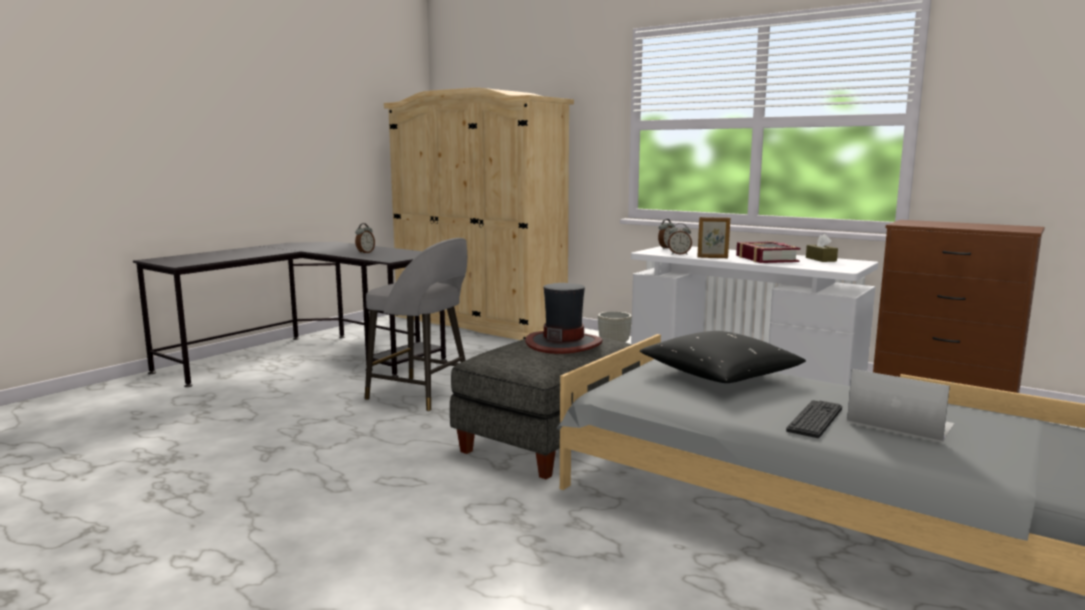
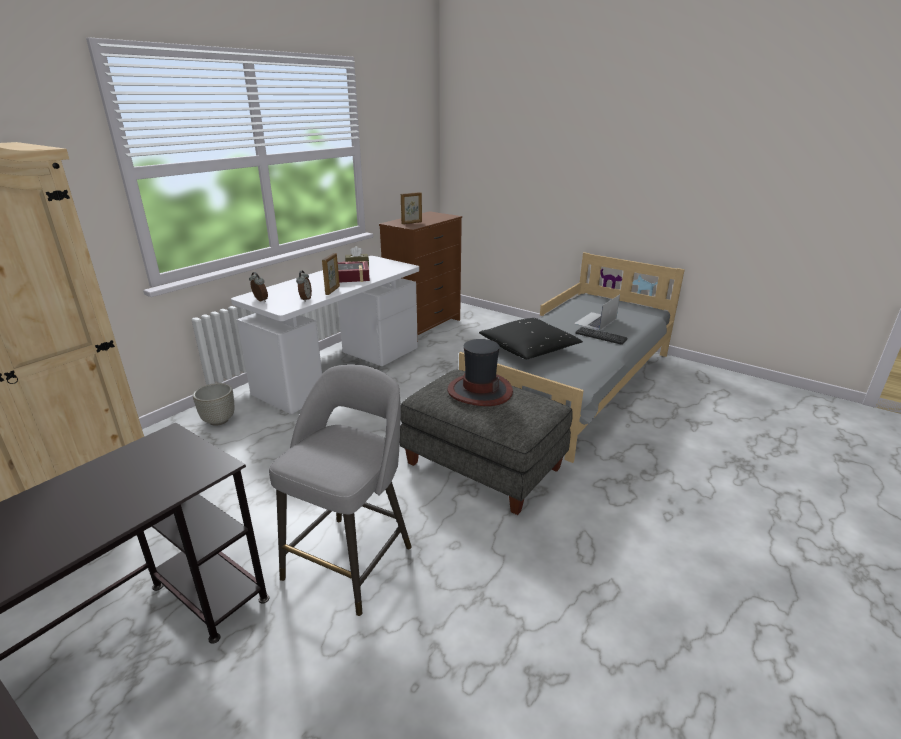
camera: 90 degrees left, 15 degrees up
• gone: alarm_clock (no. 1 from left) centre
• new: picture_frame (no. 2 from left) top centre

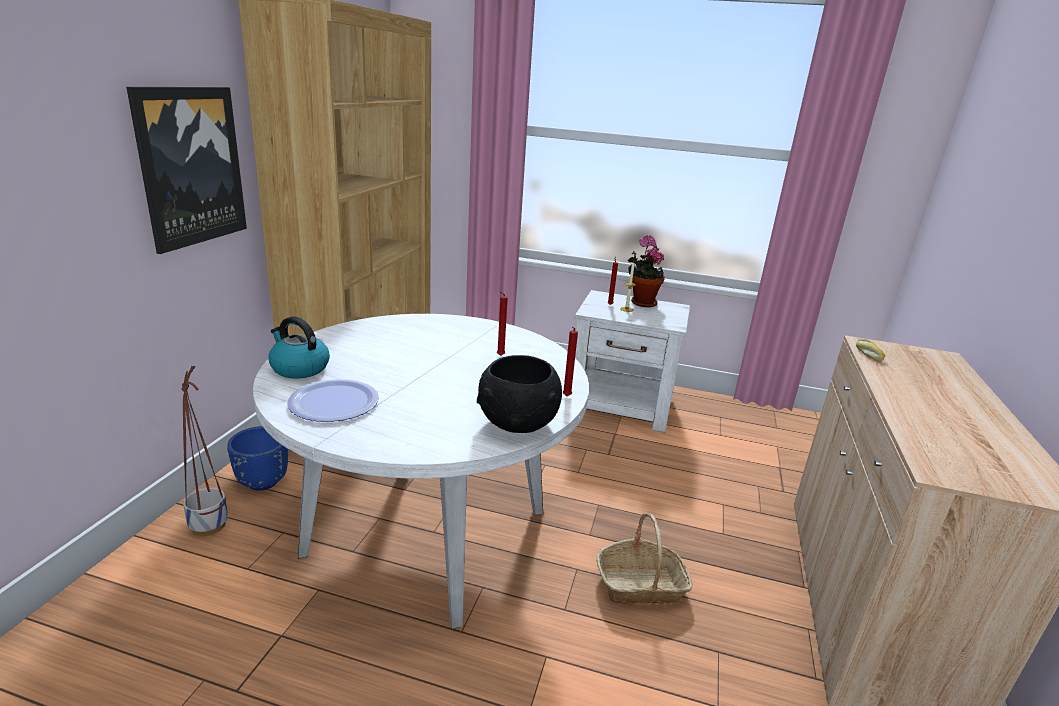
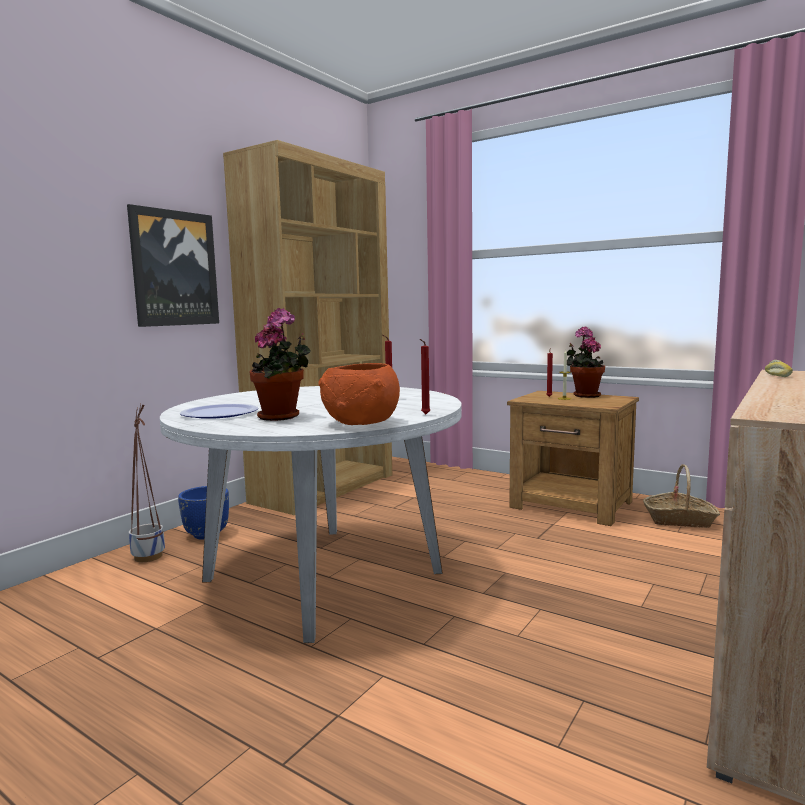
camera: 20 degrees right, 15 degrees down
• gone: kettle middle left
• repainted: black_bowl centre to orange_bowl centre
• repainted: white_nightstand centre to brown_nightstand middle right
• shifted: basket bottom centre to middle right
• new: potted_plant (no. 1 from left) centre

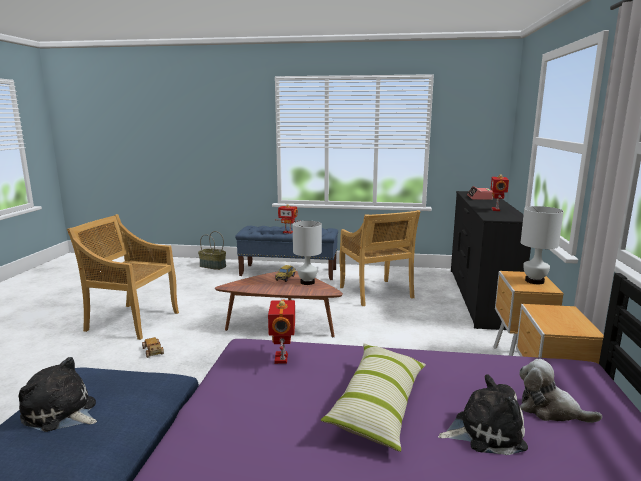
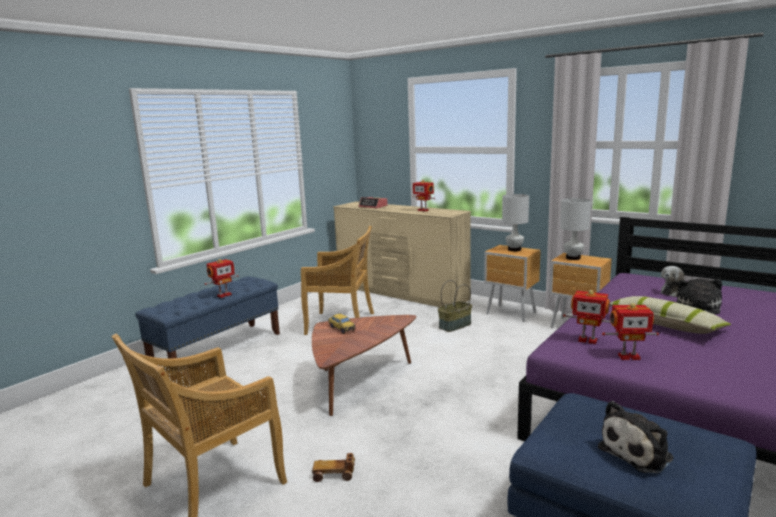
camera: 60 degrees left, 0 degrees up
• shifted: basket middle left to centre
• shifted: white_table_lamp (no. 1 from left in the first image) centre to white_table_lamp (no. 2 from left) middle right
• repainted: black_dresser middle right to beige_dresser centre
• new: toy_robot (no. 4 from left) middle right

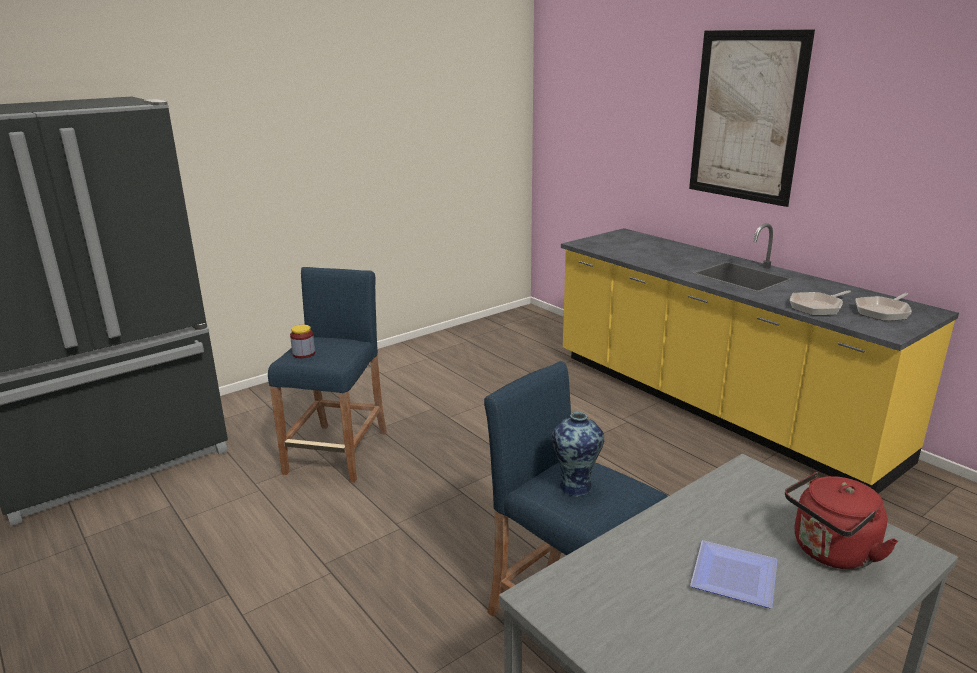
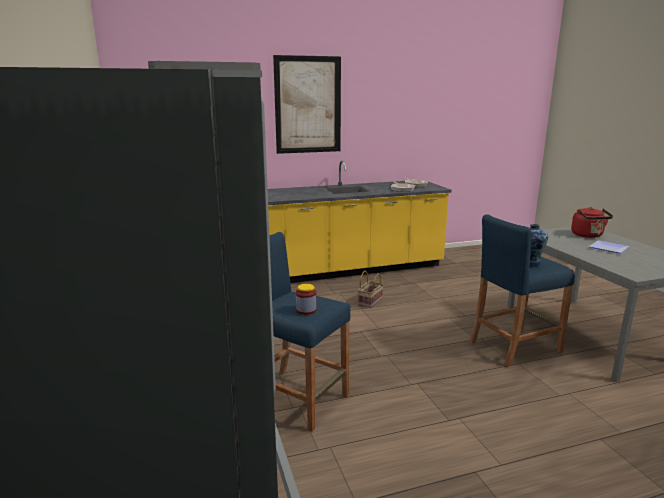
camera: 70 degrees left, 5 degrees down
• new: basket centre

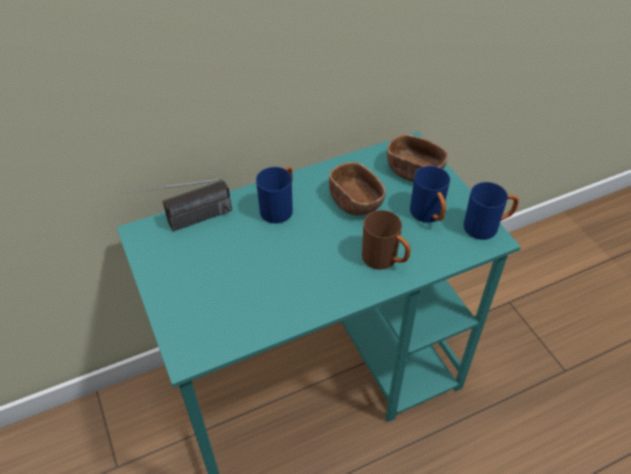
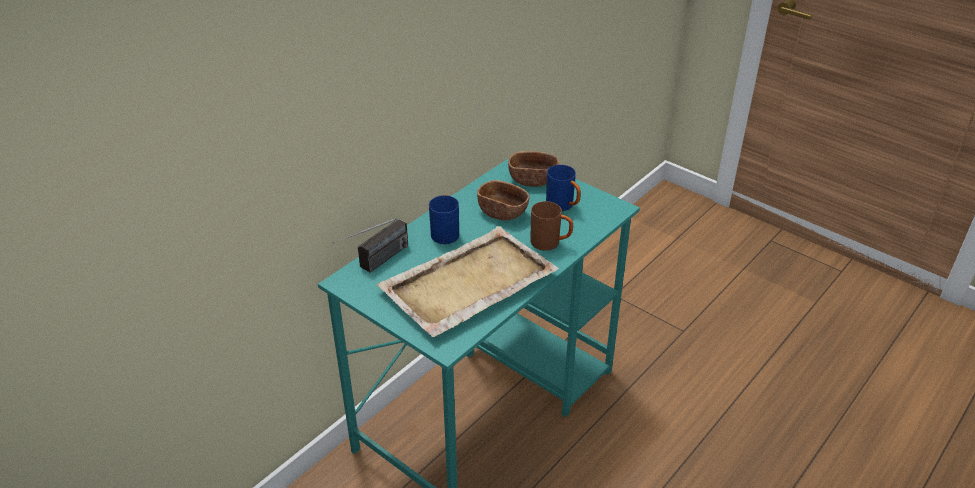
camera: 25 degrees left, 10 degrees down
• gone: blue_mug (no. 3 from left) middle right
• new: beige_tray centre

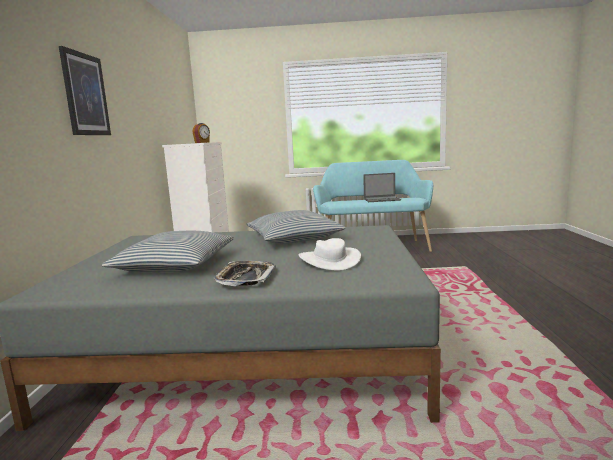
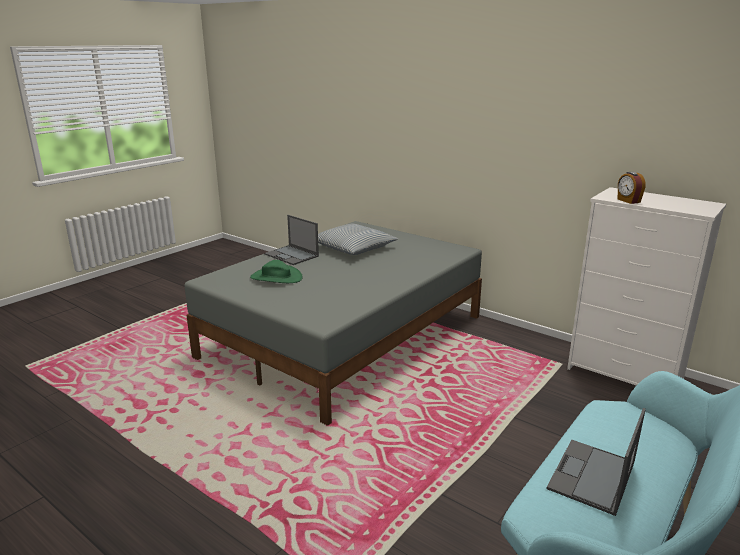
camera: 125 degrees right, 10 degrees up
• gone: picture top left
• swapped: tray centre to laptop (no. 1 from left) centre
• gone: pillow (no. 2 from left) centre
• repainted: white_hat centre to green_hat centre

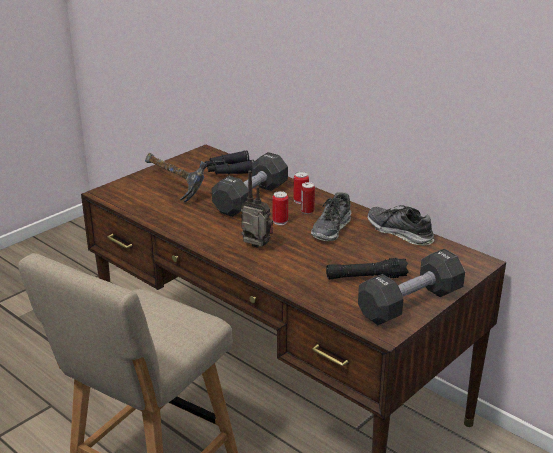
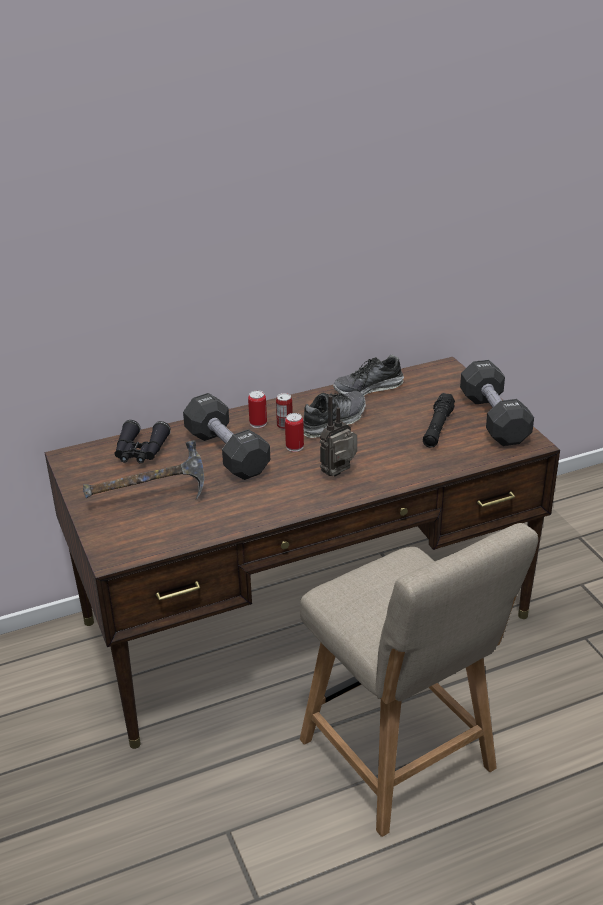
camera: 65 degrees left, 5 degrees up
• rotated: shoe (no. 1 from left) centre = centre 90 degrees counterclockwise

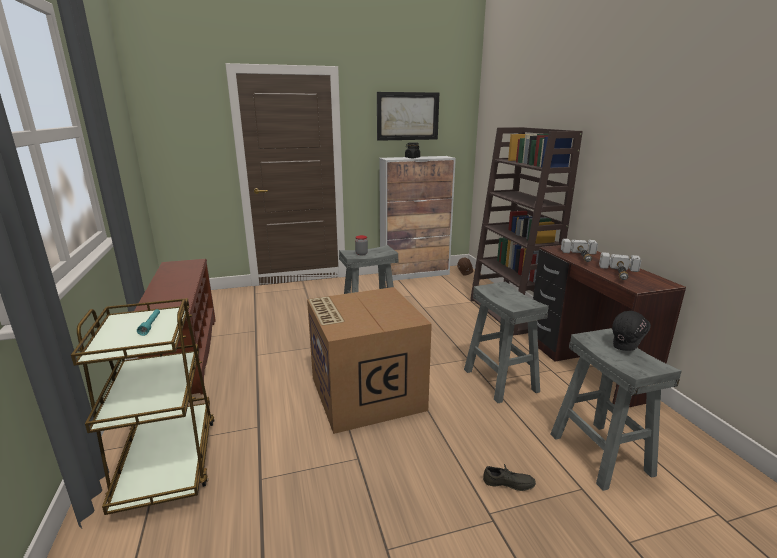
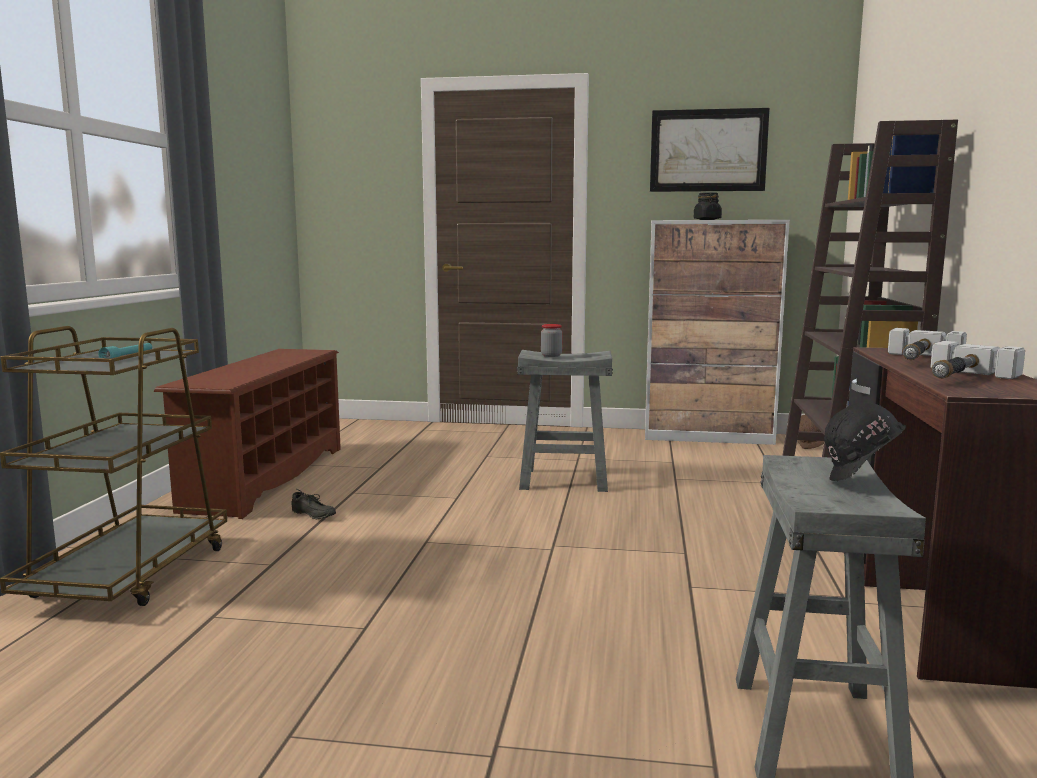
camera: 25 degrees right, 10 degrees down
• gone: cardboard_box centre
• gone: grey_stool (no. 2 from left) centre
• shifted: grey_shoe bottom centre to middle left

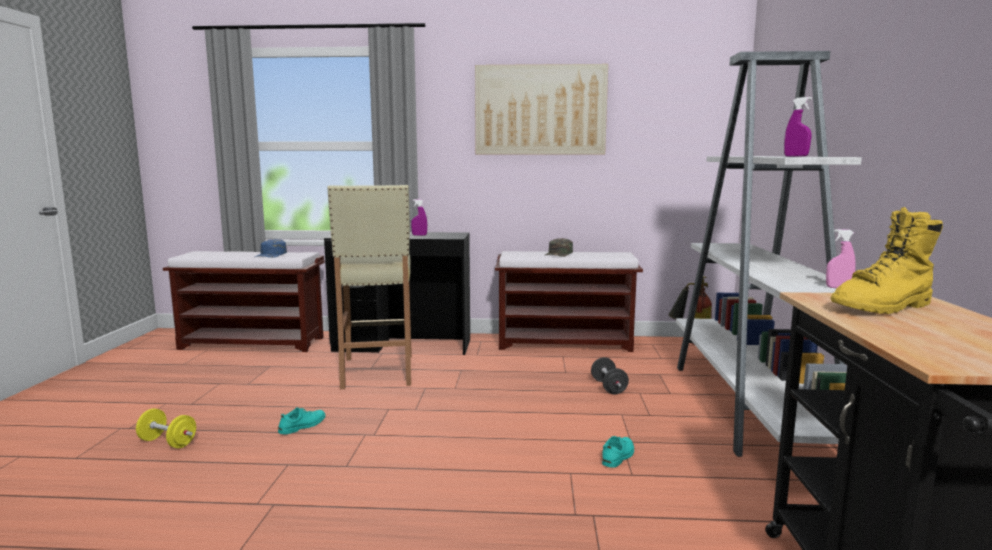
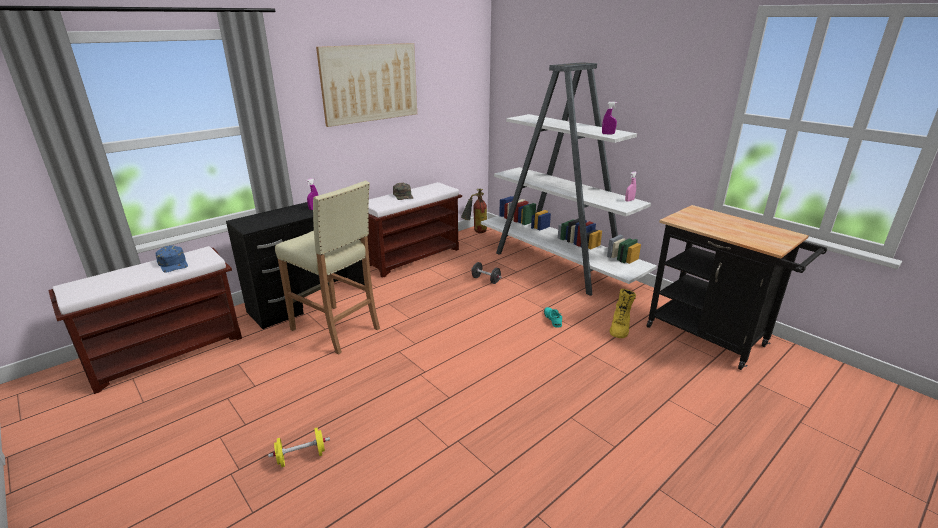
camera: 45 degrees left, 15 degrees up
• gone: turquoise_shoe (no. 1 from left) bottom left
• shifted: yellow_boot middle right to centre

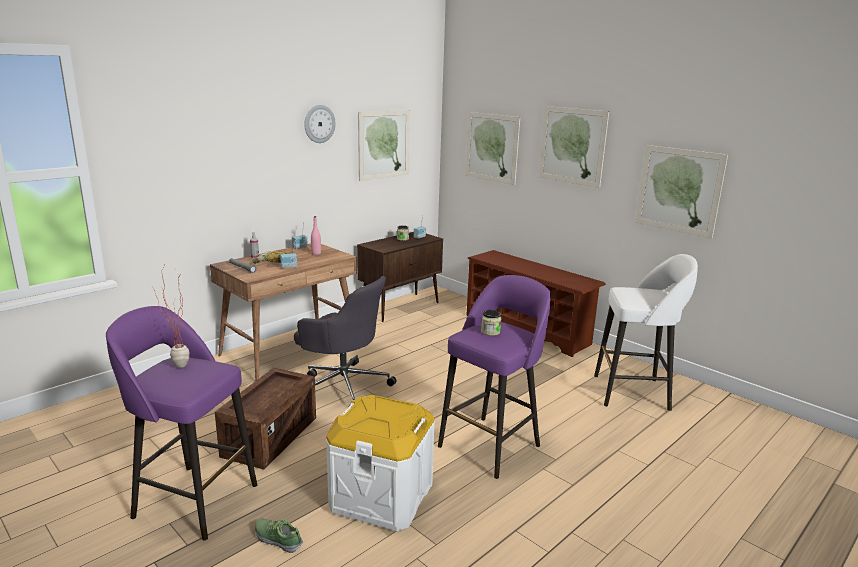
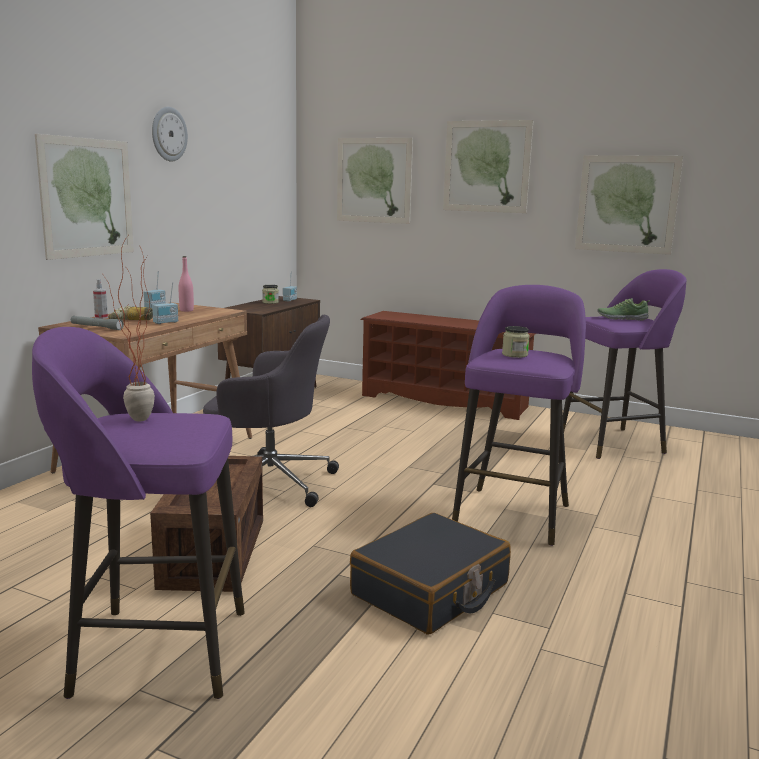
camera: 20 degrees left, 5 degrees down
• shifted: shoe bottom left to middle right
• swapped: white_storage_box bottom centre to black_suitcase bottom centre
• shifted: picture (no. 1 from left) top centre to top left
• repainted: white_stool middle right to purple_stool (no. 3 from left) middle right

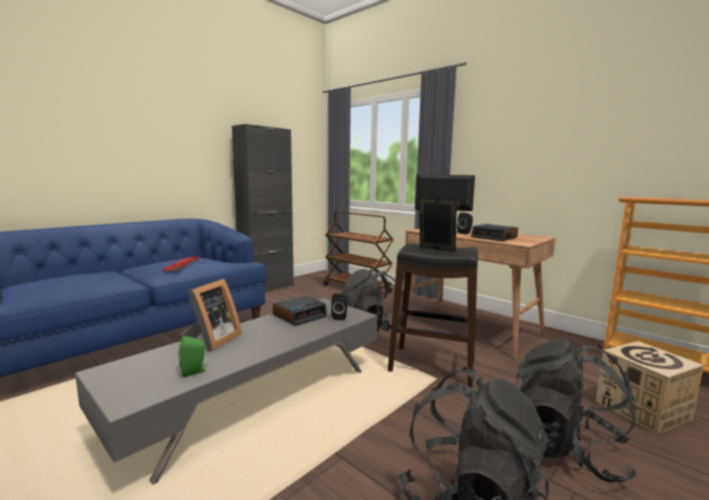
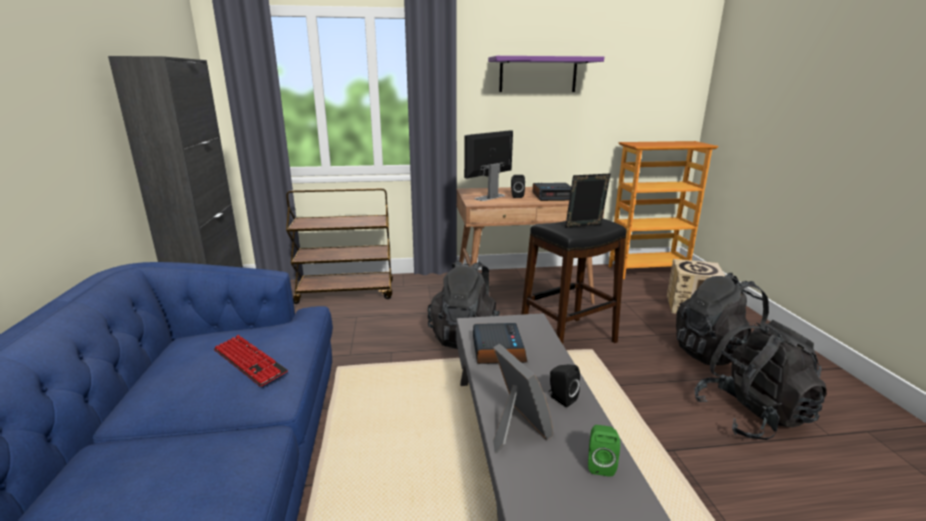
camera: 50 degrees left, 10 degrees up
• shifted: black_speaker (no. 1 from left in the first image) centre to black_speaker (no. 2 from left) bottom centre
• new: purple_shelf top centre

